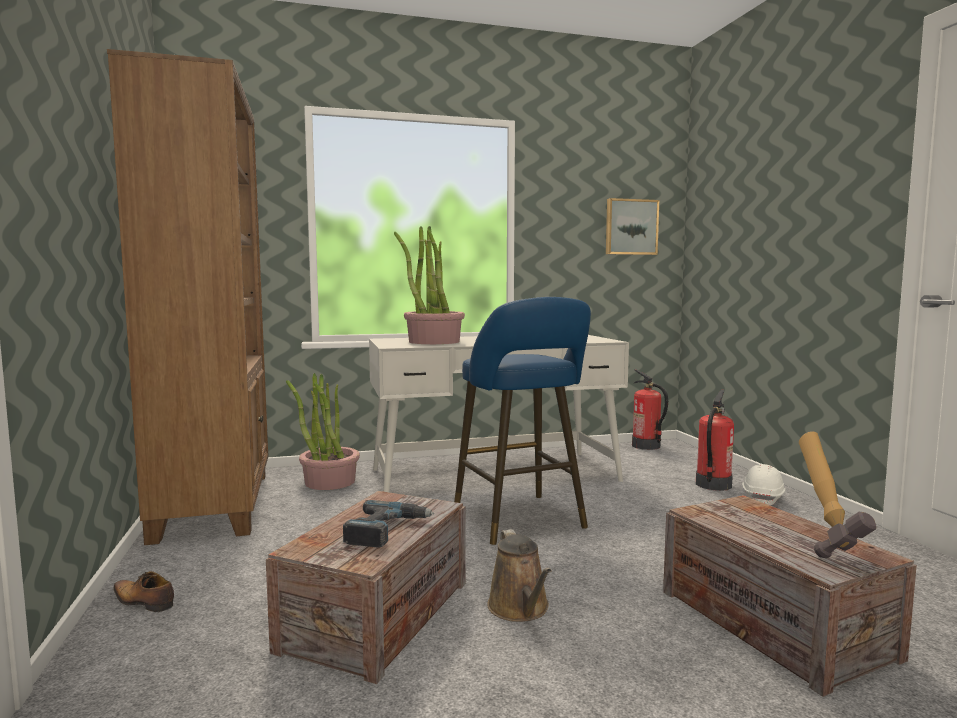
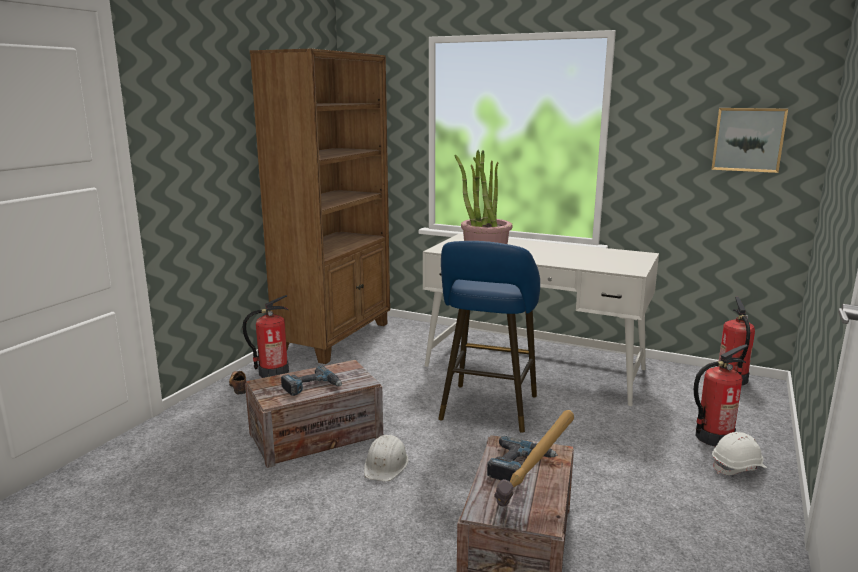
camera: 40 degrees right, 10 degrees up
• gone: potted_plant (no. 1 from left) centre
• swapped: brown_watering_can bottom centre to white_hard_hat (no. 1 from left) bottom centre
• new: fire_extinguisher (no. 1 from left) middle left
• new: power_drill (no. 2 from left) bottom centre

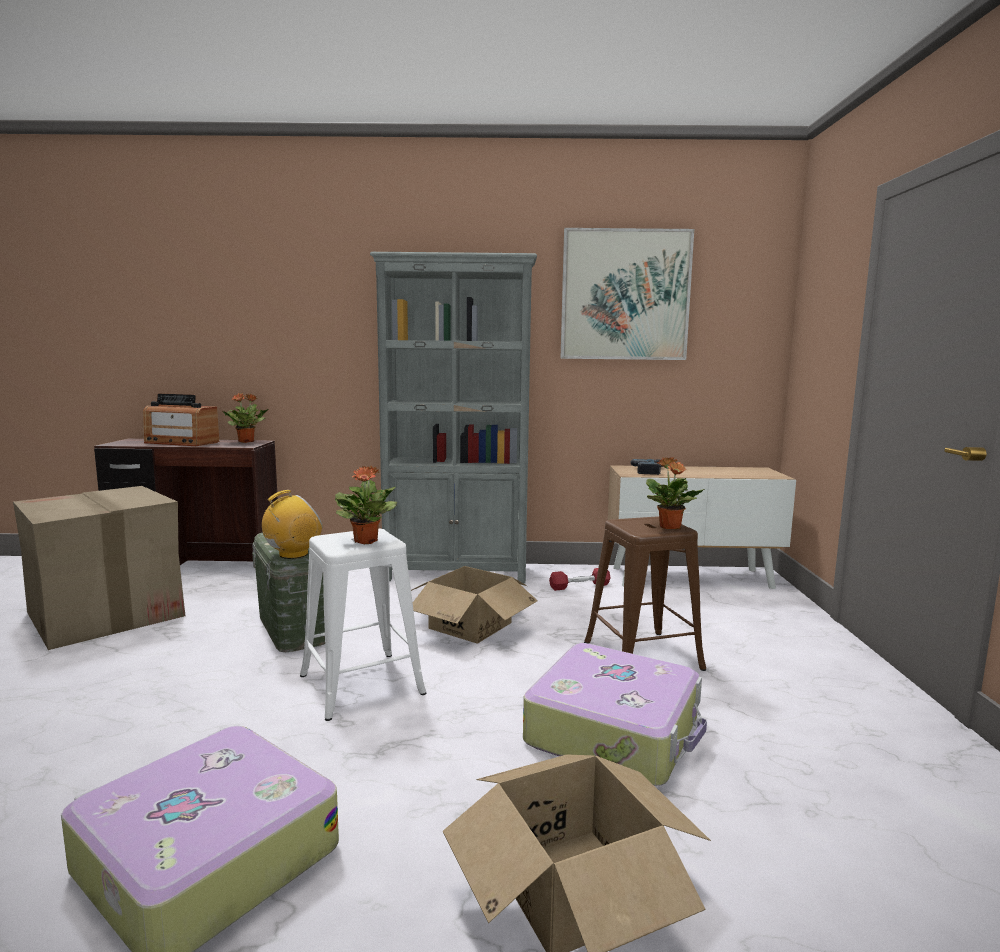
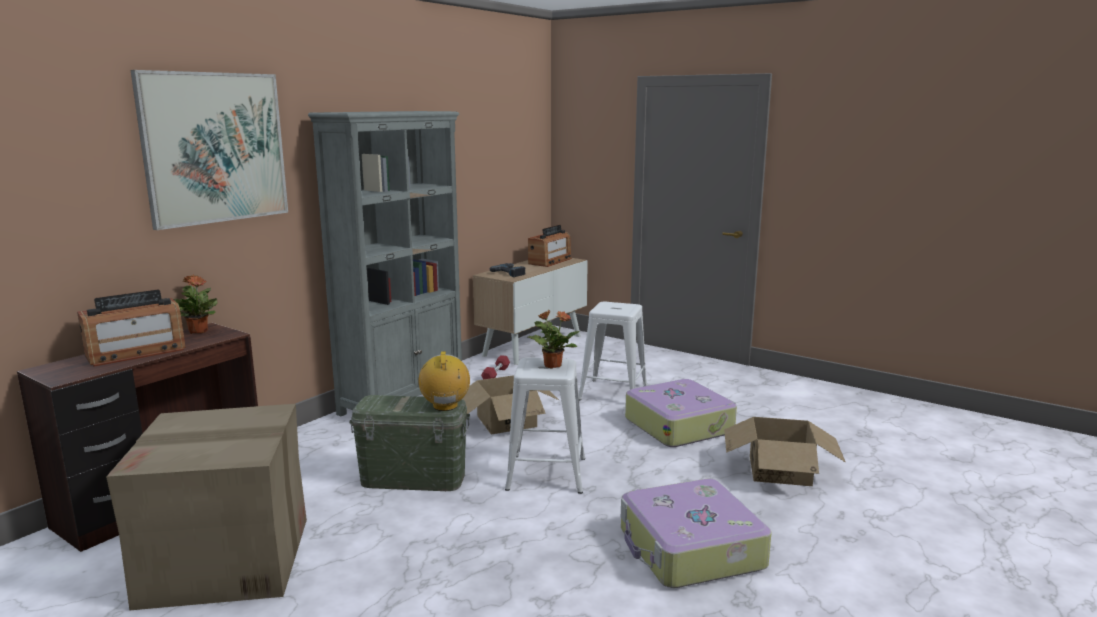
camera: 55 degrees left, 5 degrees up
• shifted: picture top centre to top left
• repainted: brown_stool centre to white_stool (no. 2 from left) centre
• gone: potted_plant (no. 3 from left) middle right
• new: radio (no. 3 from left) centre

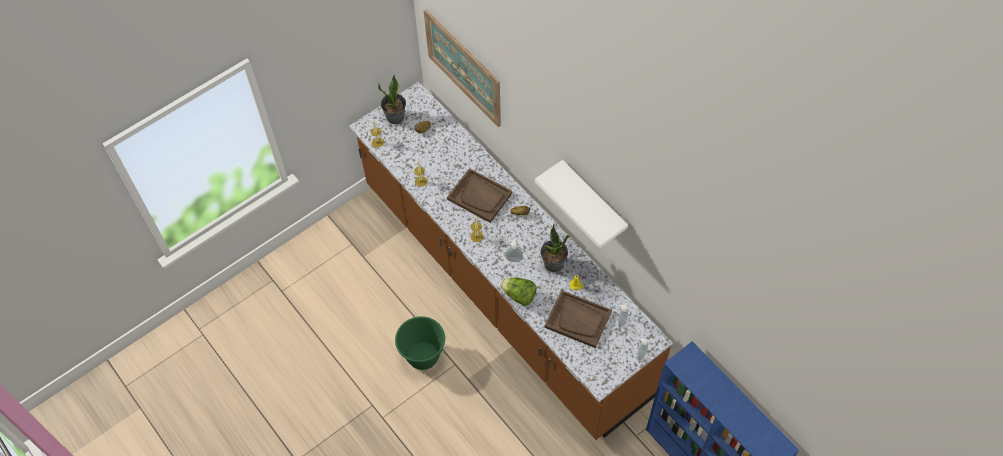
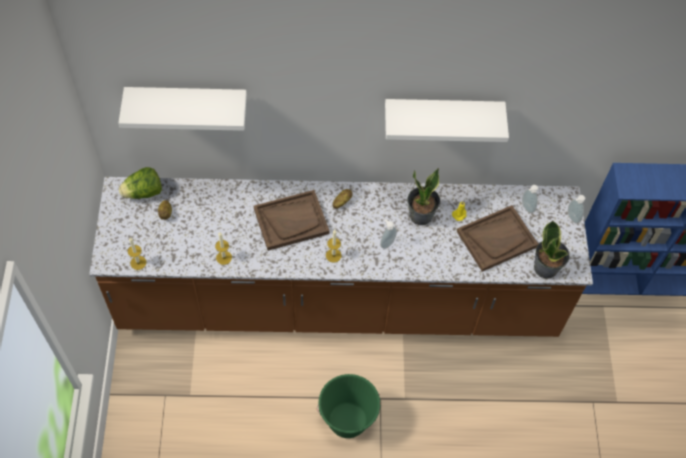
camera: 55 degrees left, 0 degrees up
• shifted: potted_plant (no. 1 from left in the first image) top centre to potted_plant (no. 2 from left) middle right
• swapped: picture top centre to white_shelf (no. 1 from left) top left
• shifted: lettuce centre to middle left

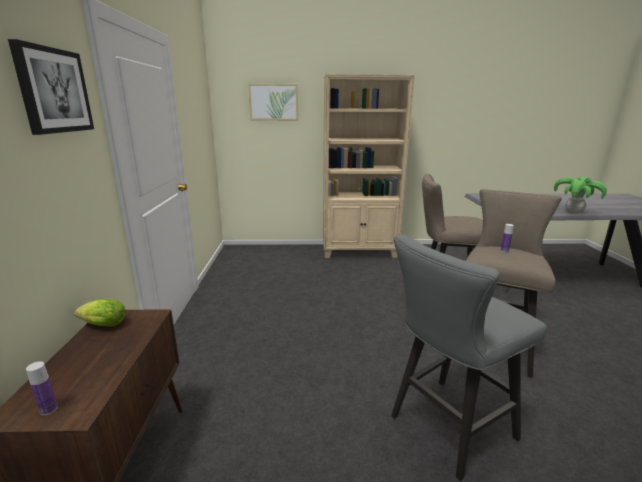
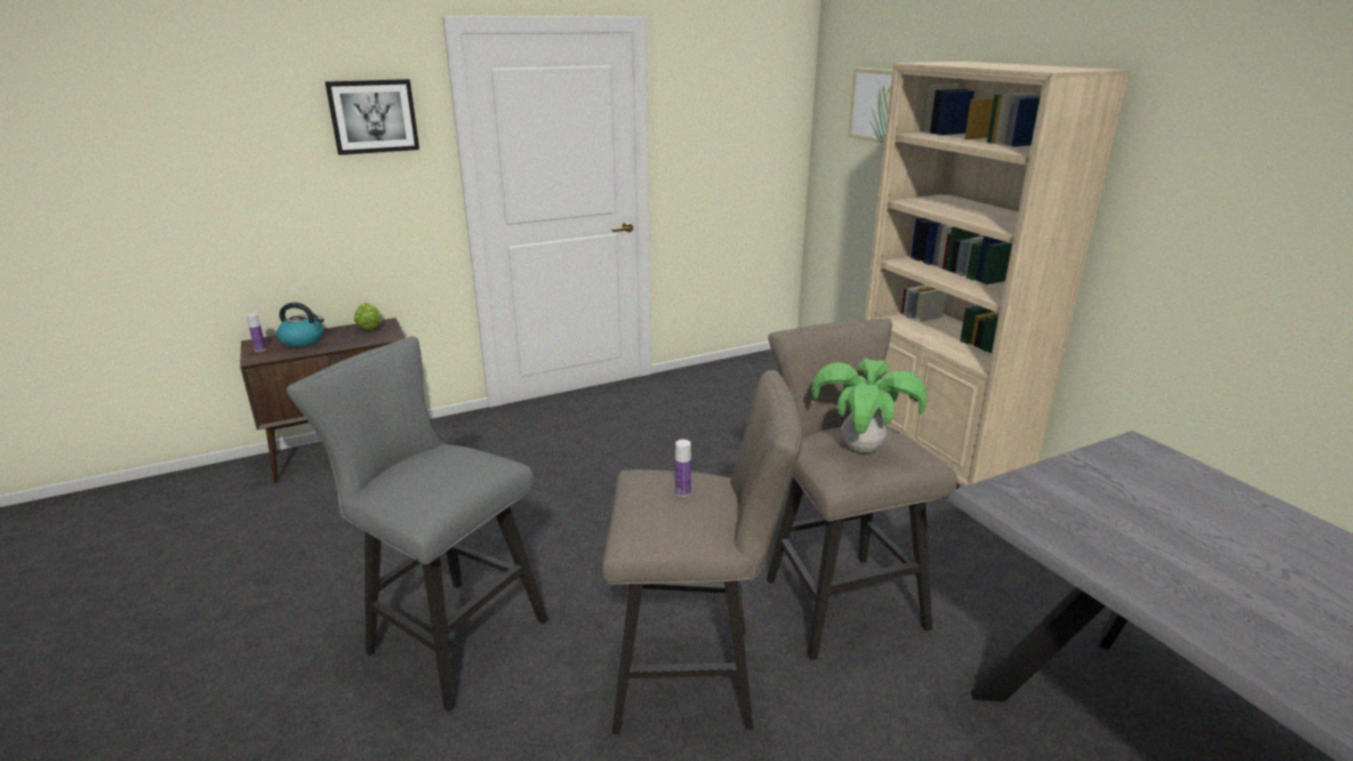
camera: 65 degrees right, 5 degrees up
• shifted: potted_plant middle right to centre
• new: kettle middle left

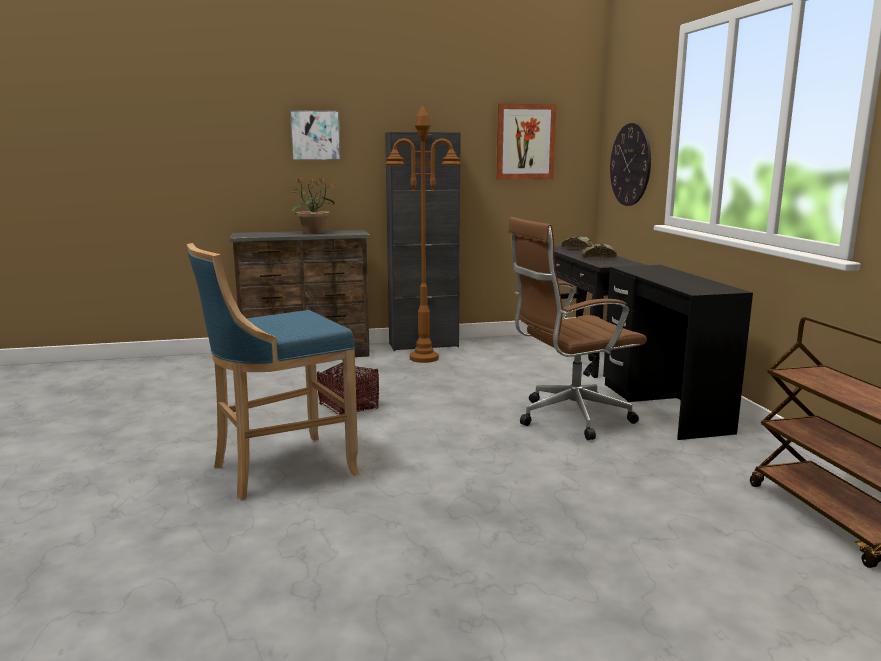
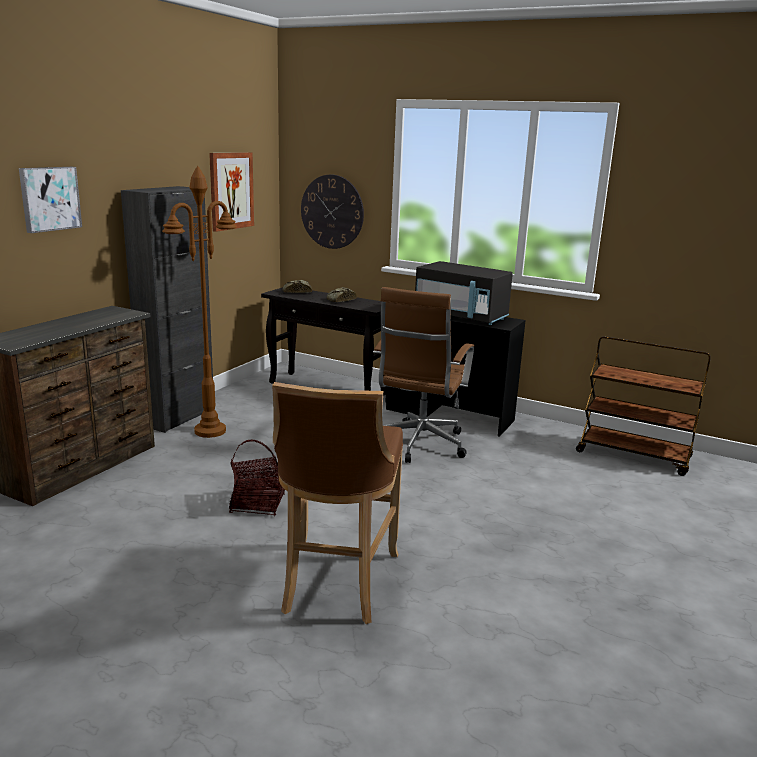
camera: 50 degrees left, 5 degrees up
• repainted: blue_stool middle left to brown_stool centre
• gone: potted_plant top centre
• new: black_microwave centre

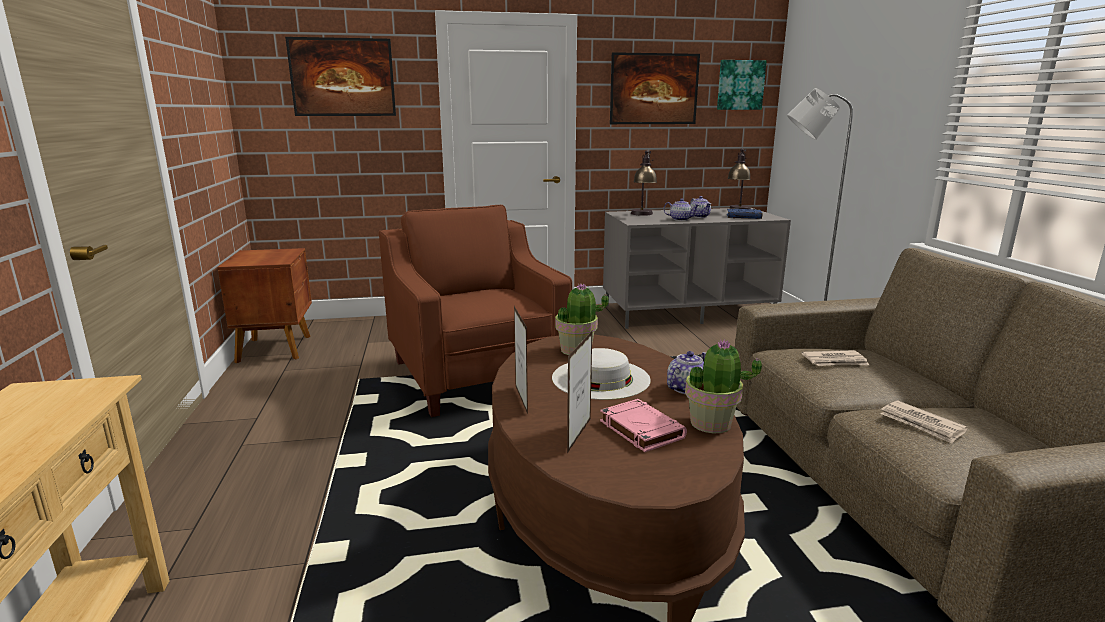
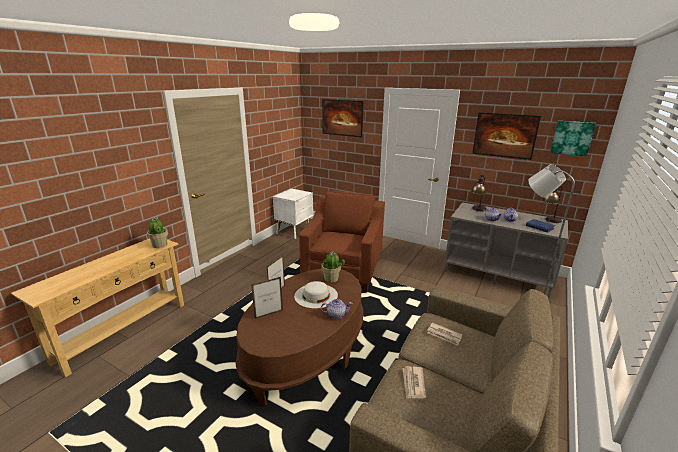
camera: 40 degrees right, 5 degrees up
• repainted: brown_nightstand middle left to white_nightstand centre
• gone: pink_book bottom centre
• shifted: potted_plant (no. 2 from left in the first image) centre to potted_plant (no. 1 from left) middle left

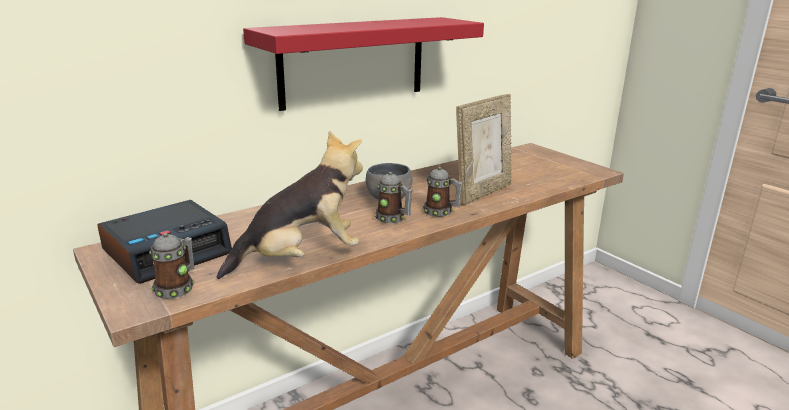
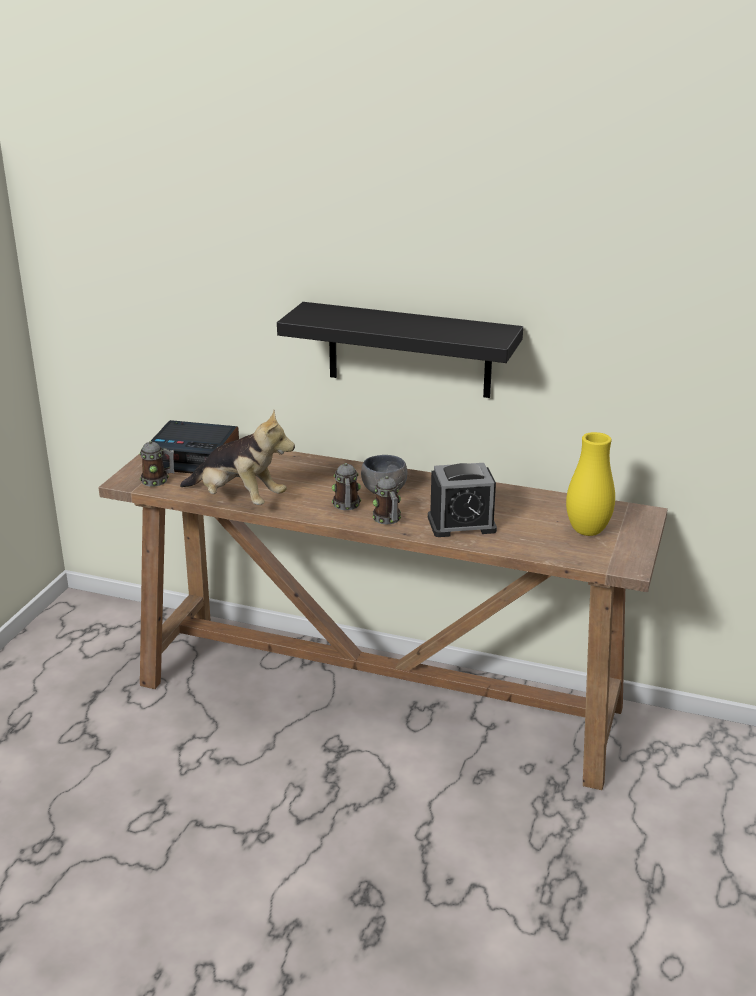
camera: 55 degrees right, 5 degrees up
• repainted: red_shelf top centre to black_shelf centre
• swapped: picture_frame centre to alarm_clock (no. 2 from left) centre
• new: yellow_vase middle right

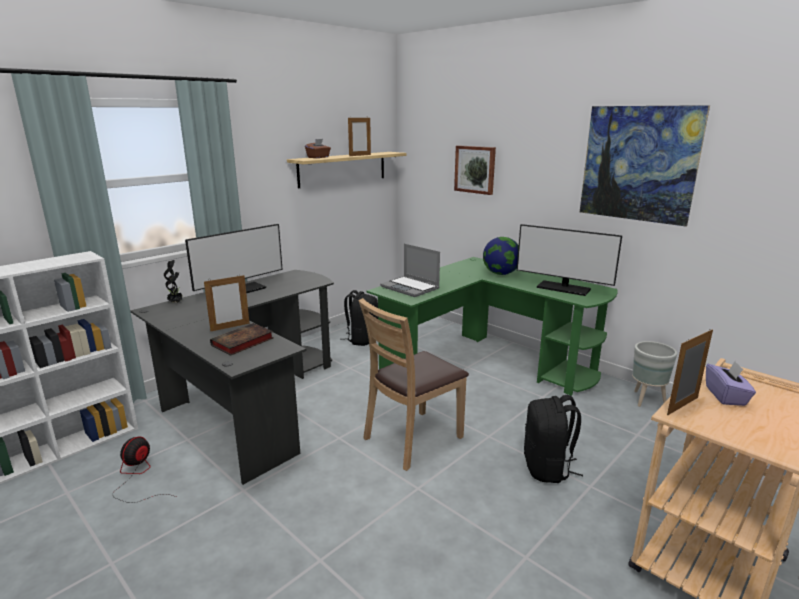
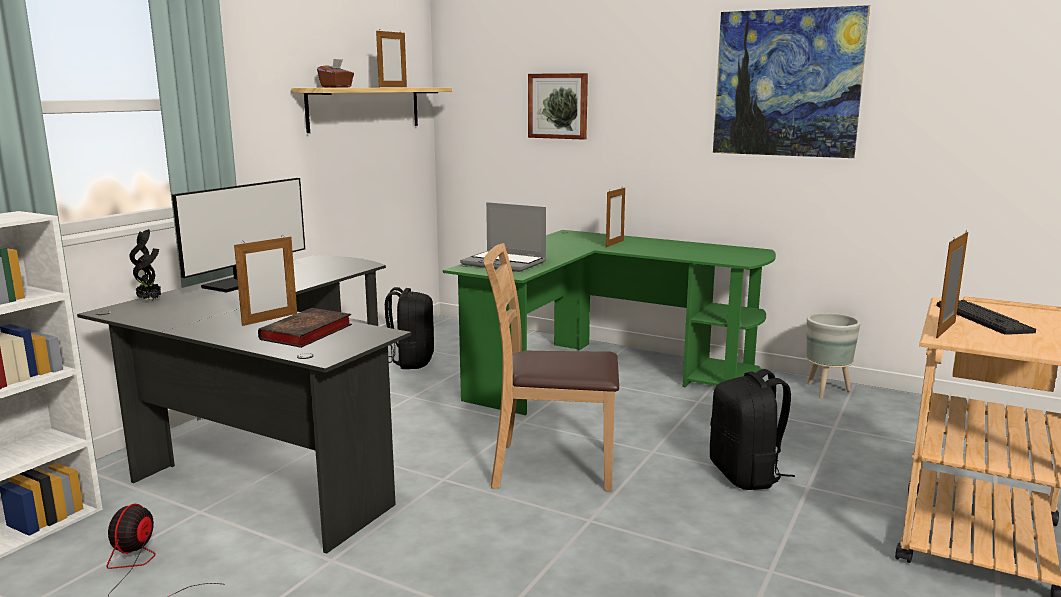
camera: 15 degrees left, 5 degrees down
• rotated: brown_chair centre = centre 60 degrees clockwise
• swapped: globe centre to picture_frame (no. 3 from left) centre
• gone: monitor (no. 2 from left) middle right
• swapped: purple_tissue_box middle right to keyboard middle right

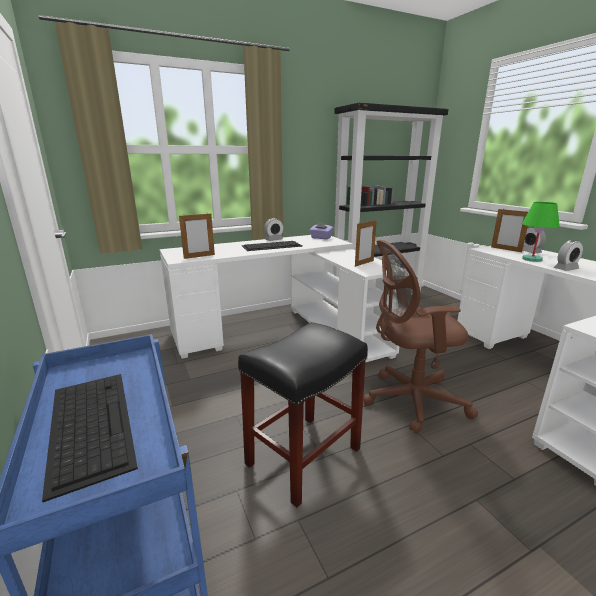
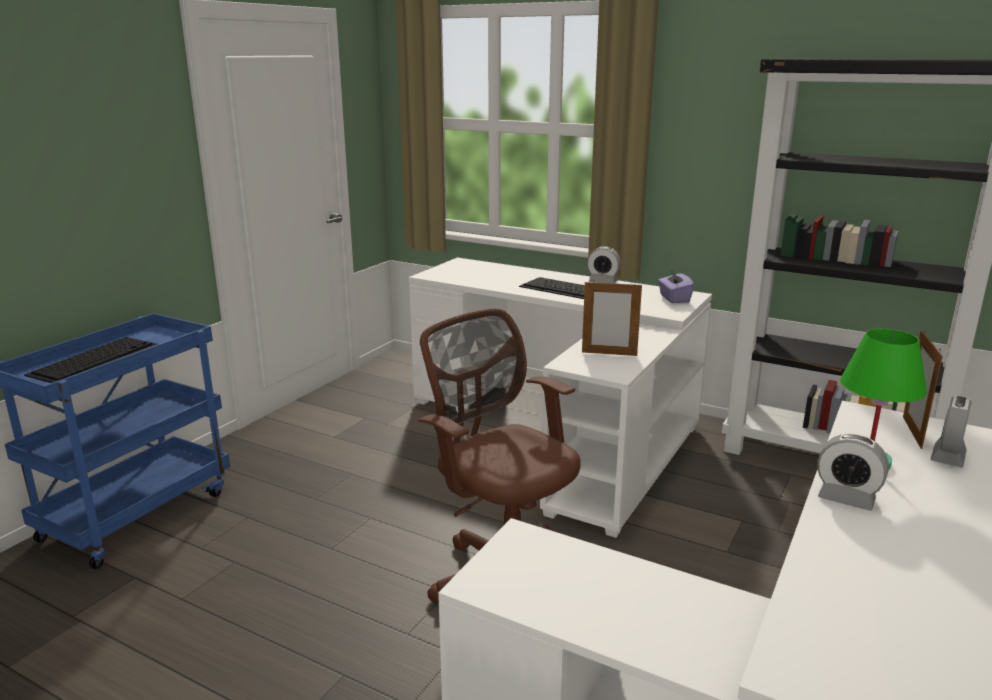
camera: 55 degrees right, 0 degrees up
• gone: picture_frame (no. 1 from left) middle left
• gone: black_stool bottom centre

